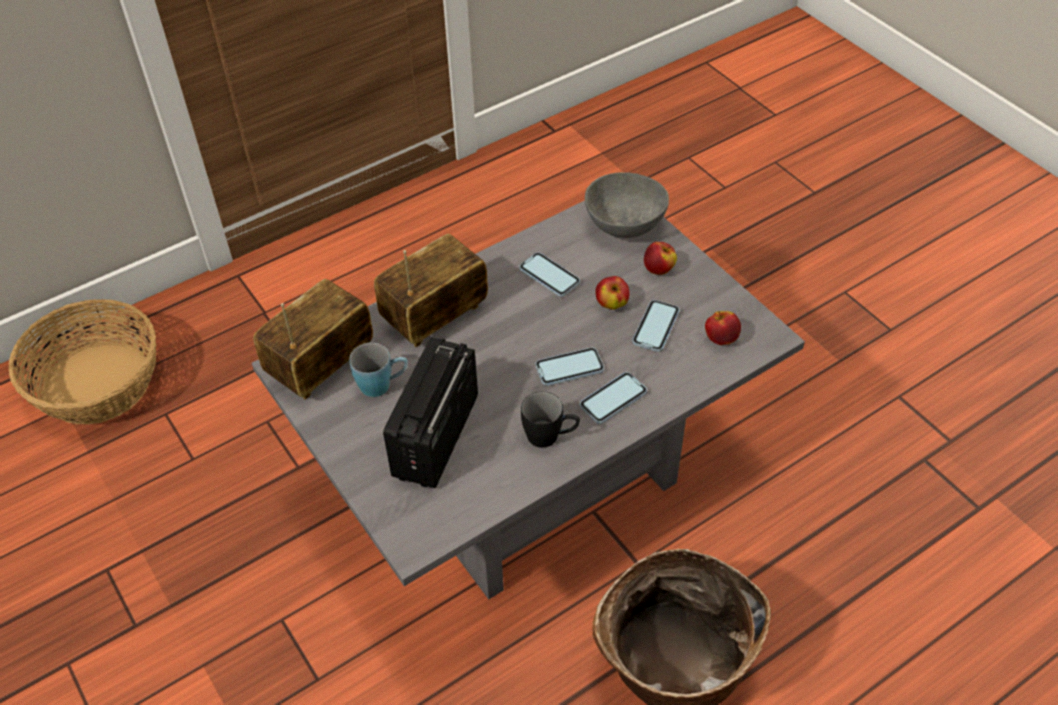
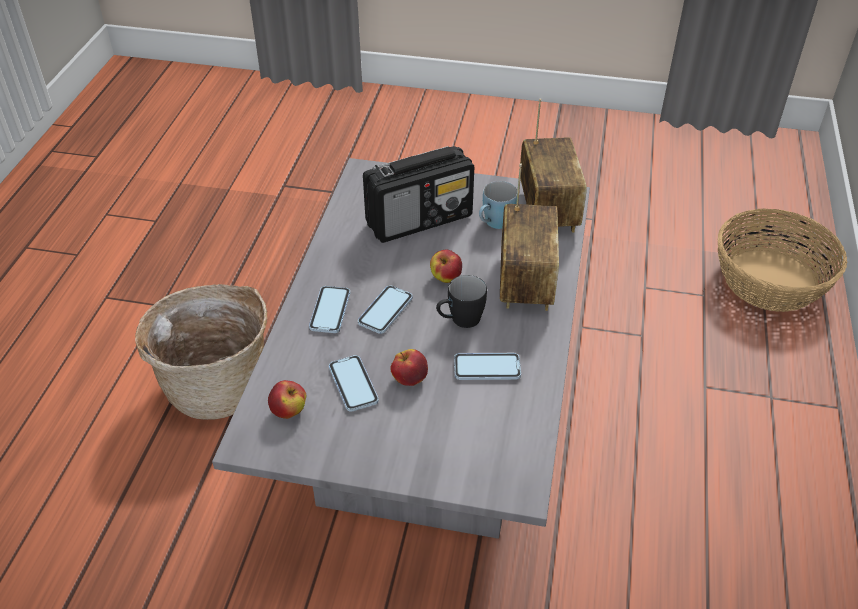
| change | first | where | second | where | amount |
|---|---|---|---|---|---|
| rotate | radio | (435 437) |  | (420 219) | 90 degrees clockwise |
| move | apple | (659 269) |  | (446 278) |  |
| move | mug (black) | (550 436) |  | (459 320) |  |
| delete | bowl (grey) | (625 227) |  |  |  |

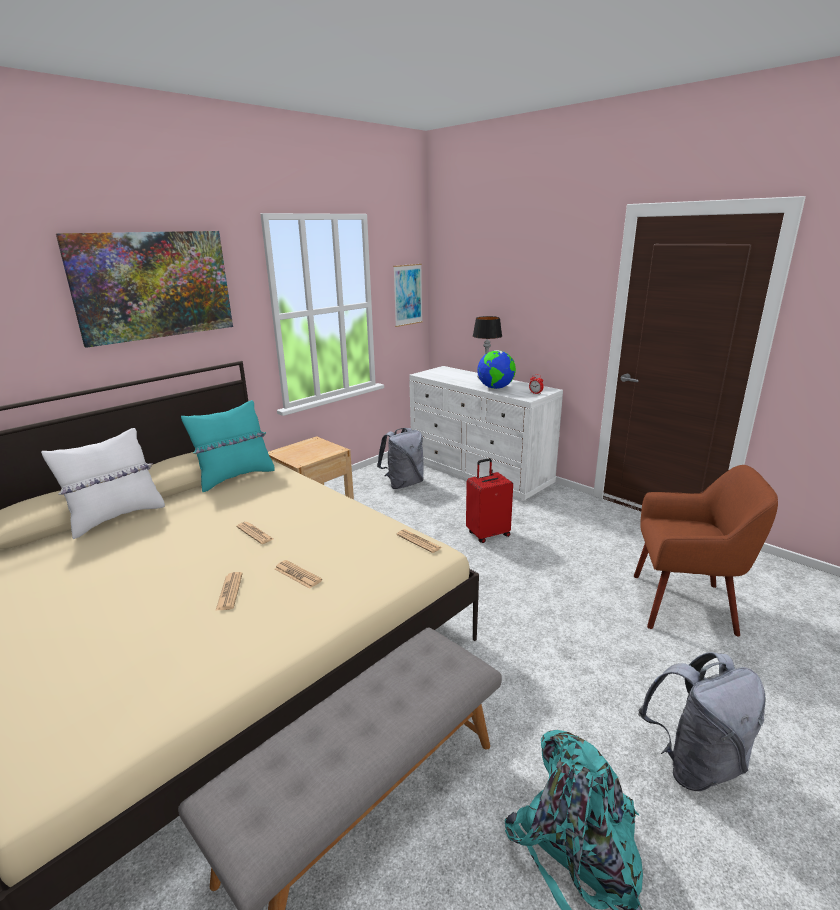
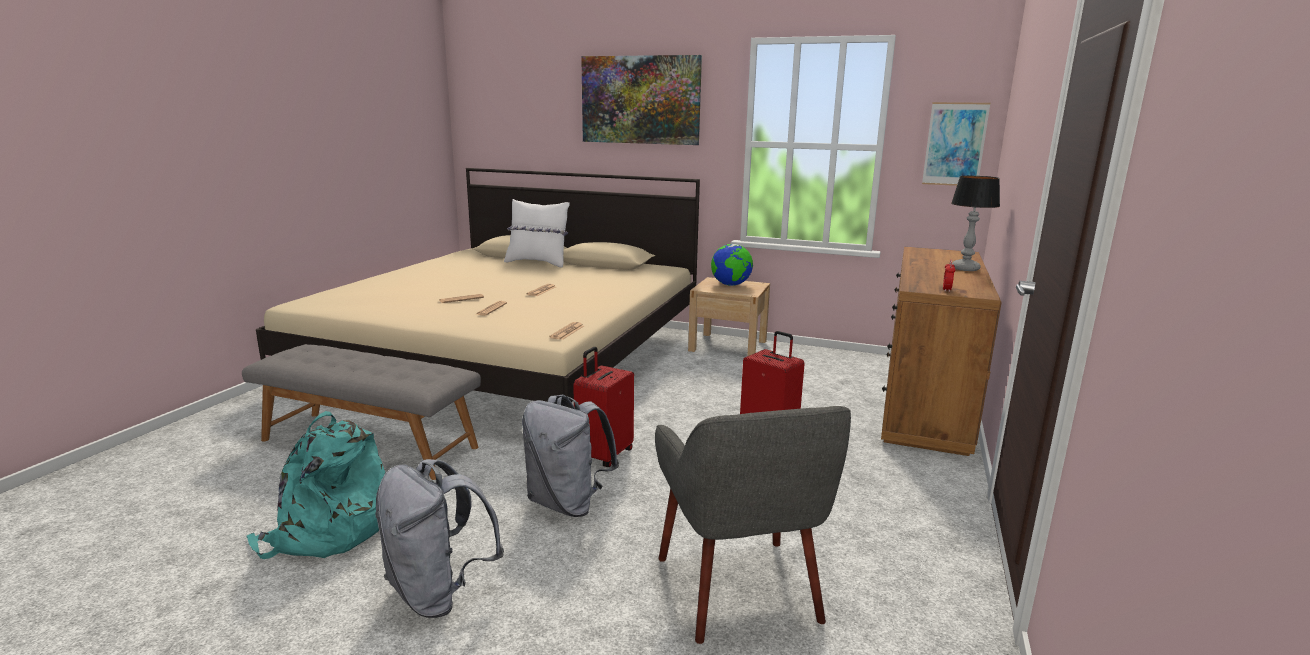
| change | first | where | second | where | amount |
|---|---|---|---|---|---|
| move | backpack (grey) | (403 484) |  | (567 503) |  |
| insert |  |  | suitcase (red) | (604 455) |  |
| recolor | armchair (brown) | (684 604) | armchair (grey) | (739 589) |  |
| move | globe | (495 388) |  | (730 285) |  |
| recolor | dresser (white) | (480 473) | dresser (brown) | (924 406) |  |
| delete | pillow (turquoise) | (235 477) |  |  |  |

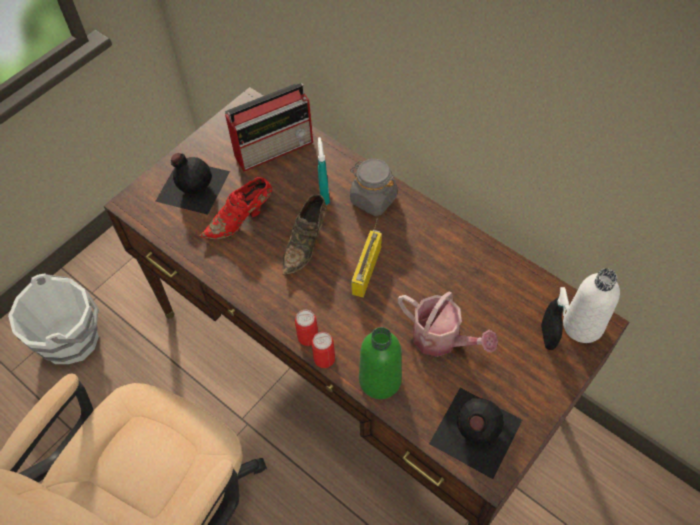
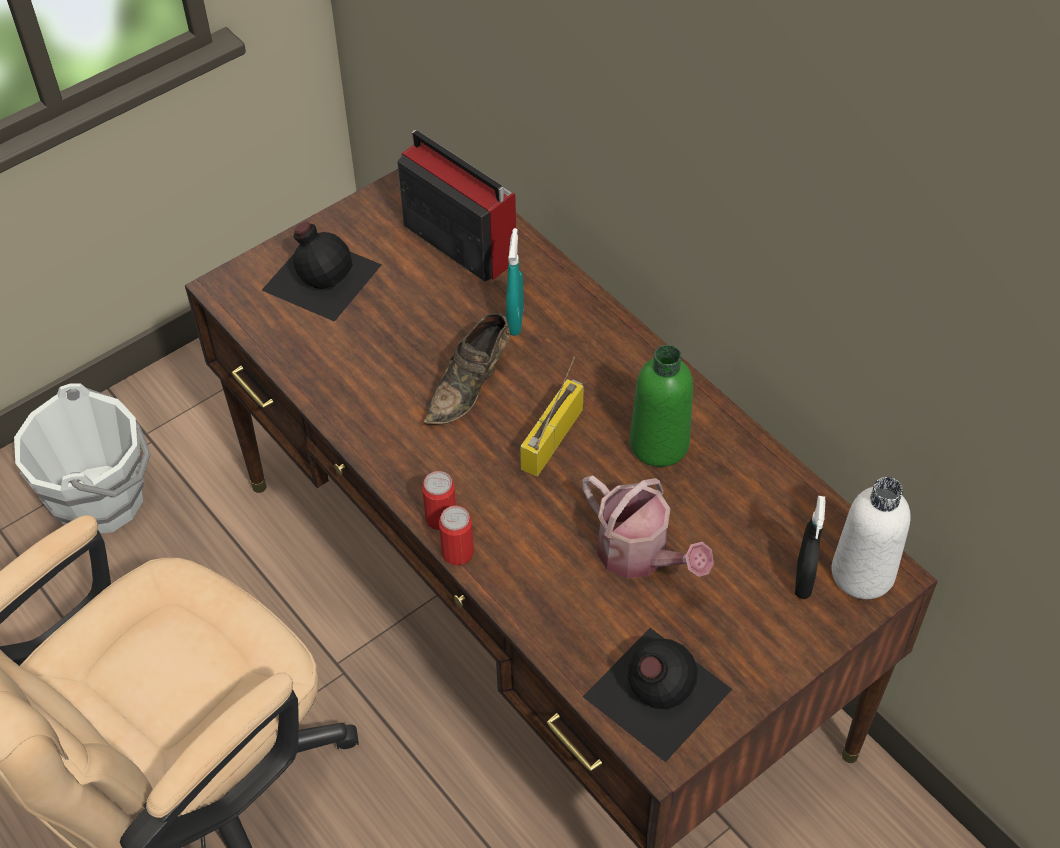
| change | first | where | second | where | amount |
|---|---|---|---|---|---|
| rotate | radio | (275 147) |  | (458 240) | 120 degrees counterclockwise |
| move | bottle (green) | (380 380) |  | (659 444) |  |
| delete | shoe (red) | (241 219) |  |  |  |
| delete | jar (grey) | (373 199) |  |  |  |

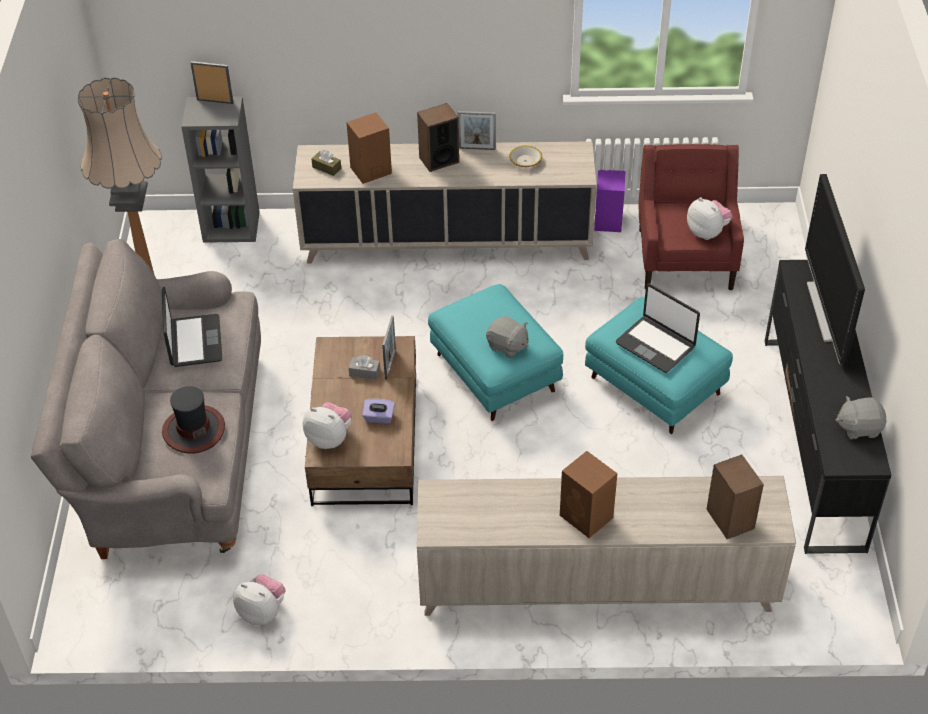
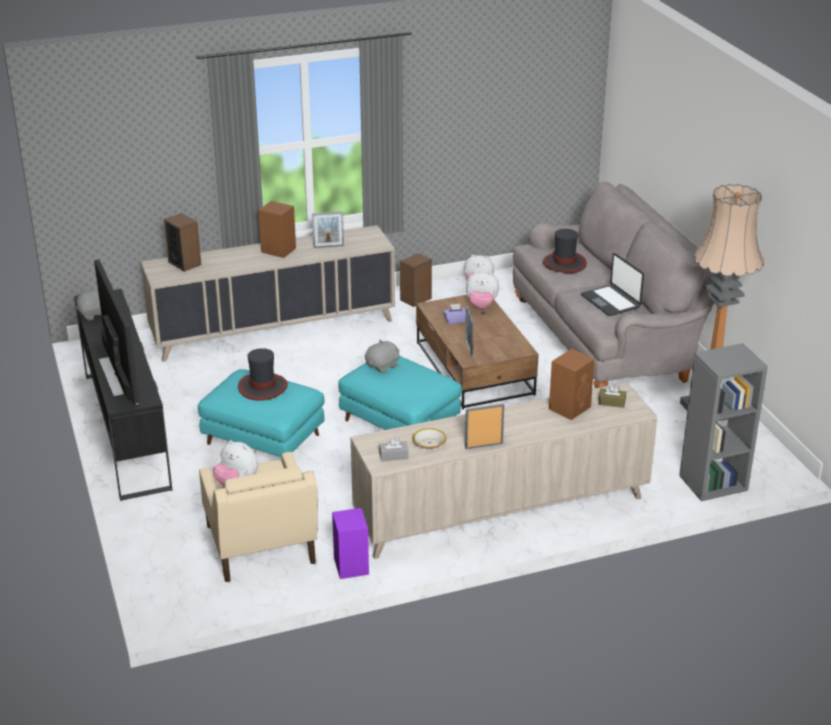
| change | first | where | second | where | amount |
|---|---|---|---|---|---|
| recolor | armchair (red) | (685 257) | armchair (beige) | (260 547) |  |
| replace | laptop | (656 344) | hat | (262 387) |  |
| move | picture frame | (215 101) |  | (328 246) |  |
| rotate | plush toy (grey) | (507 346) |  | (383 366) | 120 degrees clockwise |
| move | tissue box (grey) | (364 372) |  | (393 456) |  |
| move | speaker | (438 160) |  | (416 299) |  |

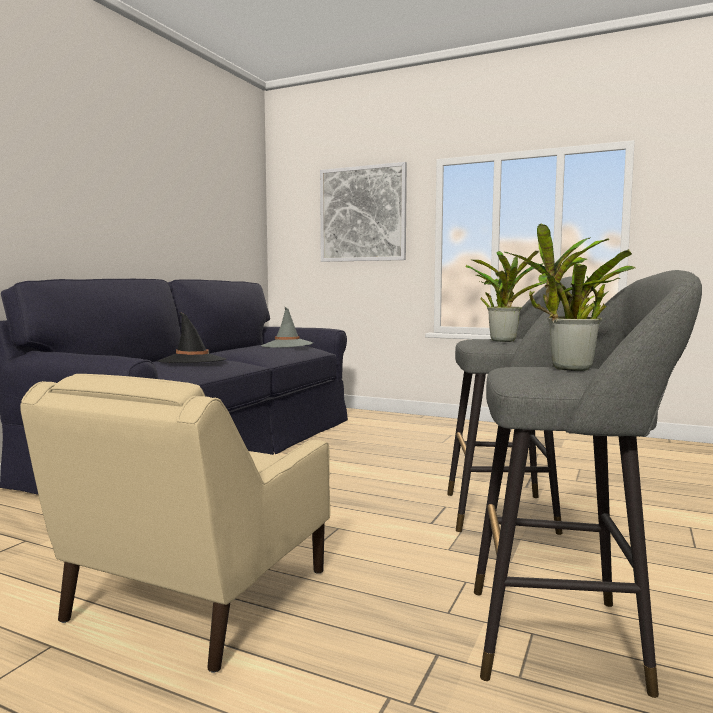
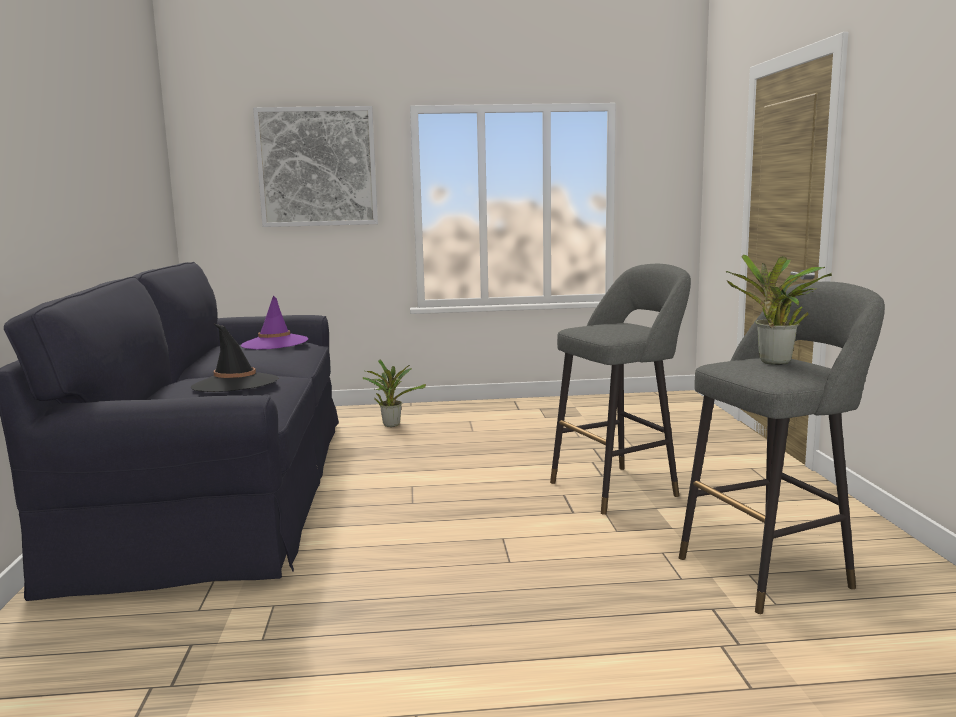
| change | first | where | second | where | amount |
|---|---|---|---|---|---|
| recolor | hat (grey) | (287 345) | hat (purple) | (275 343) |  |
| move | potted plant | (503 340) |  | (391 424) |  |
| delete | armchair (beige) | (197 598) |  |  |  |

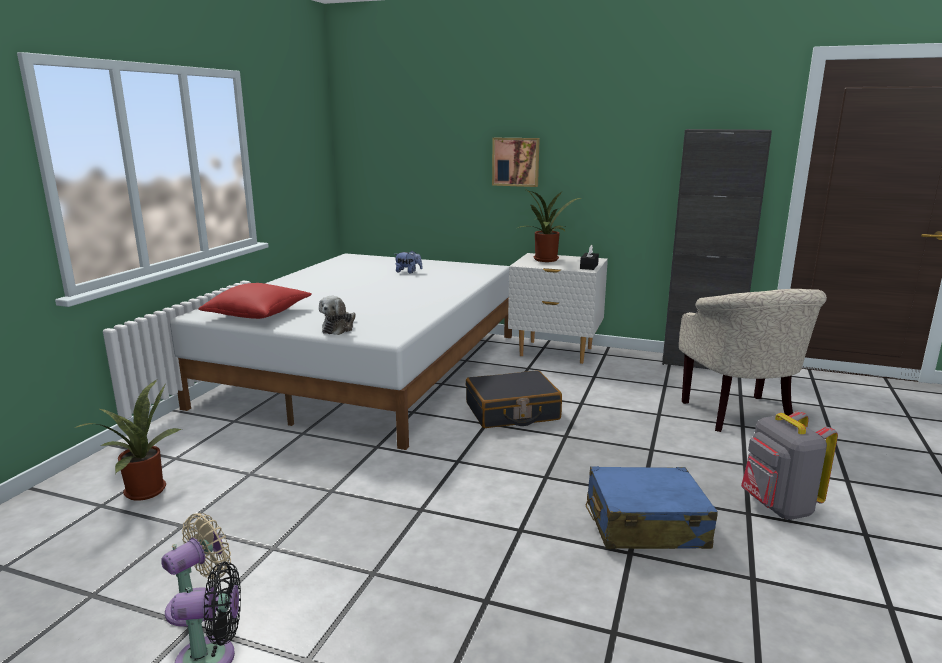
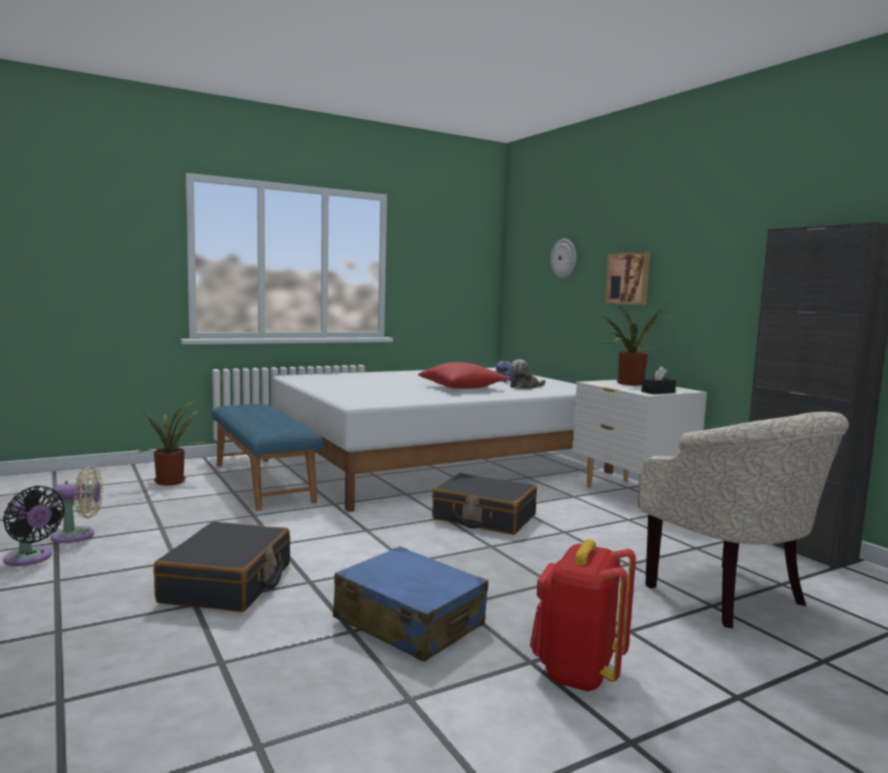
| change | first | where | second | where | amount |
|---|---|---|---|---|---|
| insert |  |  | suitcase (black) | (228 583) |  |
| insert |  |  | bench (blue) | (264 482) |  |
| move | pillow (red) | (258 314) |  | (462 388) |  |
| move | plush toy | (339 328) |  | (525 387) |  |
| recolor | backpack (grey) | (777 507) | backpack (red) | (577 673) |  |
| insert |  |  | wall clock | (564 258) |  |
| rotate | armchair (beige) | (740 416) |  | (733 598) | 60 degrees counterclockwise |

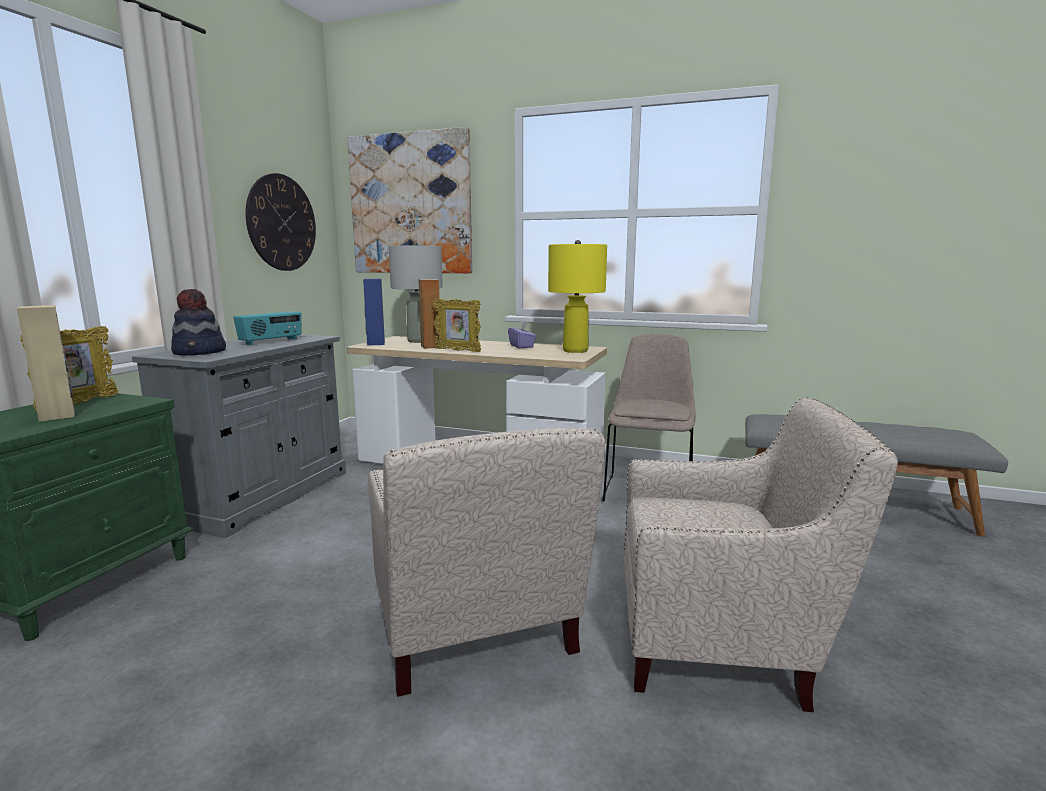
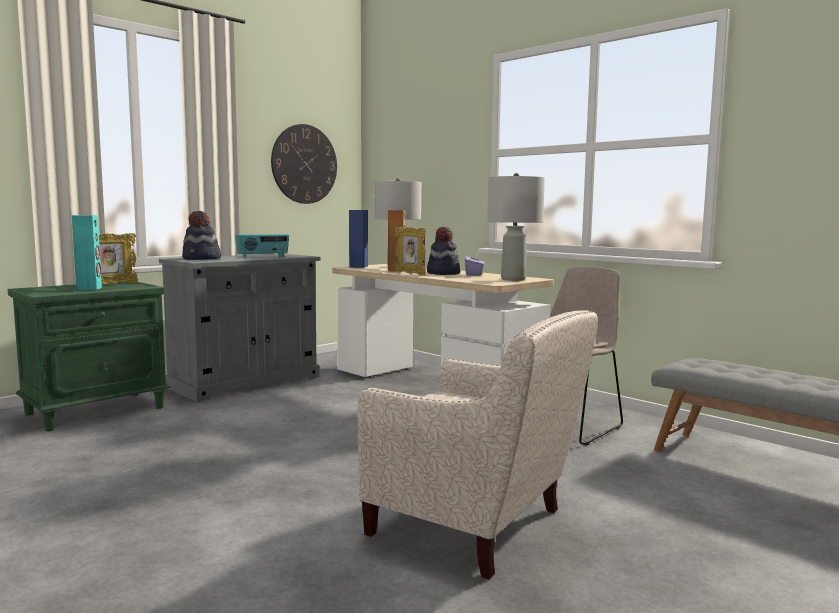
| change | first | where | second | where | amount |
|---|---|---|---|---|---|
| recolor | speaker (beige) | (58 415) | speaker (turquoise) | (89 288) |  |
| insert |  |  | hat | (443 273) |  |
| recolor | table lamp (yellow) | (575 351) | table lamp (grey) | (512 279) |  |
| delete | picture | (411 204) |  |  |  |
| delete | armchair (beige) | (474 637) |  |  |  |

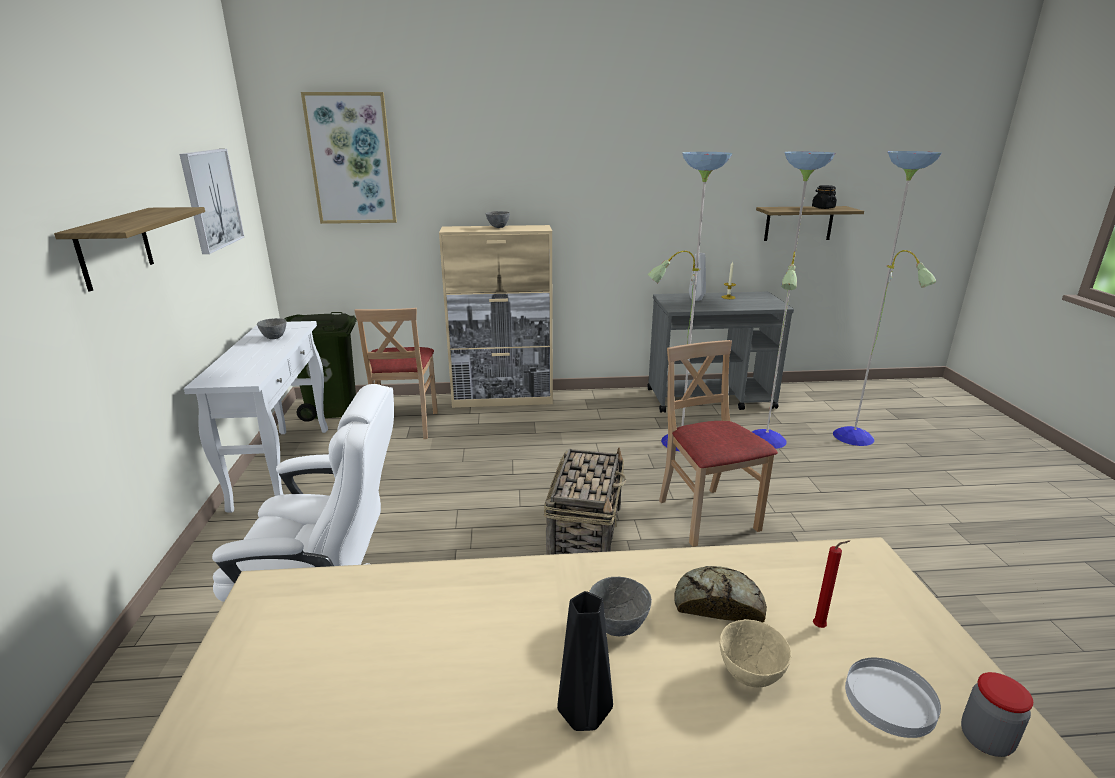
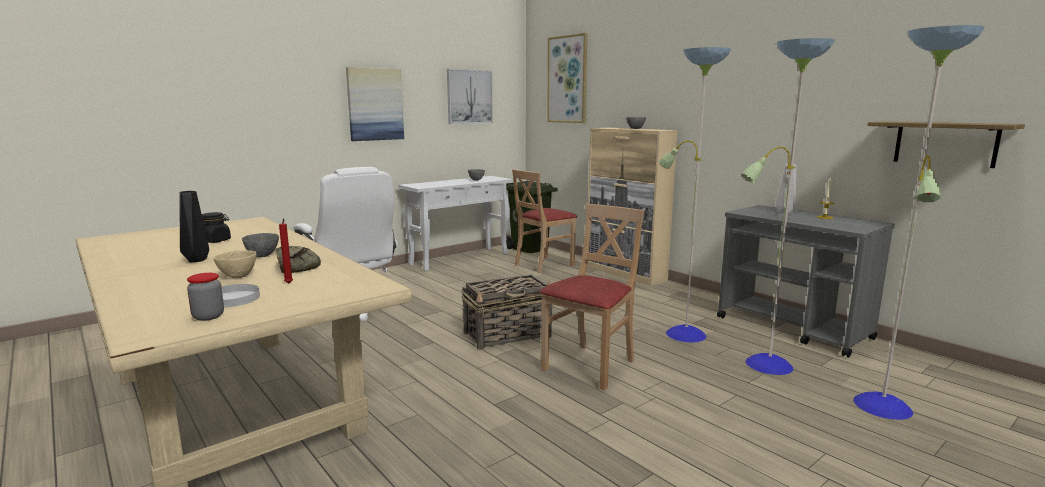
| change | first | where | second | where | amount |
|---|---|---|---|---|---|
| move | jar (black) | (823 208) |  | (215 241) |  |
| replace | shelf | (114 248) | picture | (375 104) |  |

